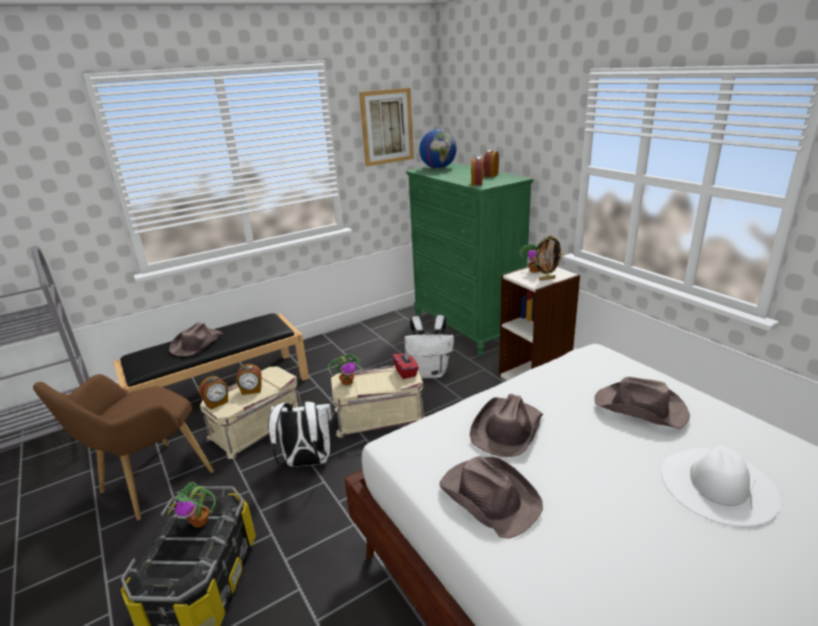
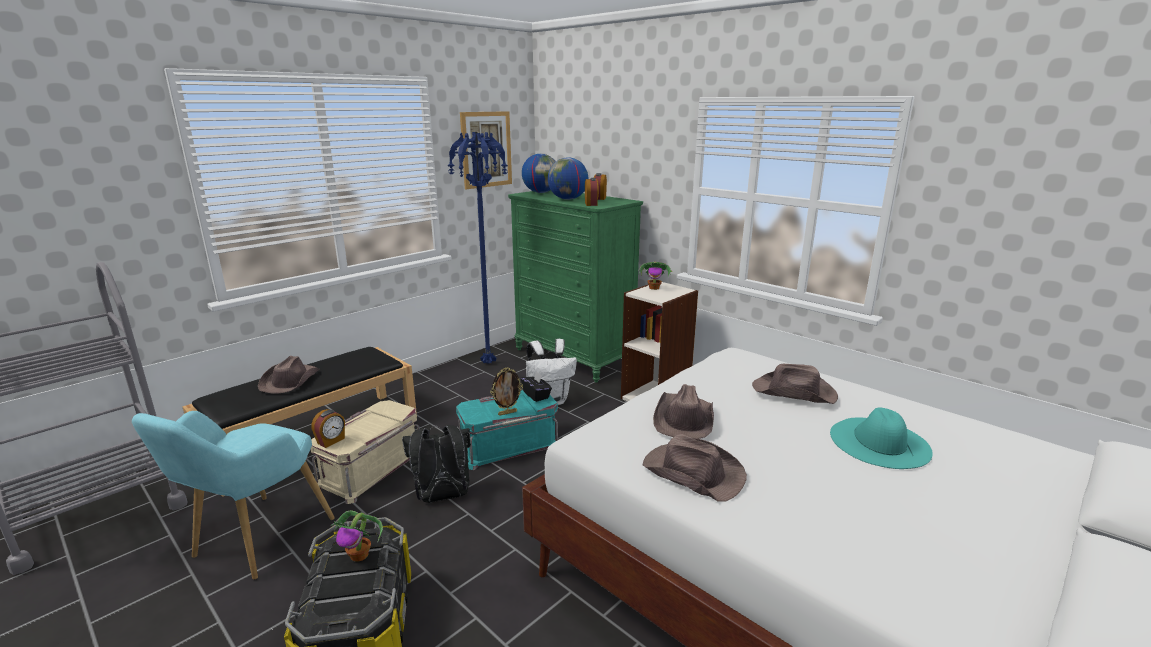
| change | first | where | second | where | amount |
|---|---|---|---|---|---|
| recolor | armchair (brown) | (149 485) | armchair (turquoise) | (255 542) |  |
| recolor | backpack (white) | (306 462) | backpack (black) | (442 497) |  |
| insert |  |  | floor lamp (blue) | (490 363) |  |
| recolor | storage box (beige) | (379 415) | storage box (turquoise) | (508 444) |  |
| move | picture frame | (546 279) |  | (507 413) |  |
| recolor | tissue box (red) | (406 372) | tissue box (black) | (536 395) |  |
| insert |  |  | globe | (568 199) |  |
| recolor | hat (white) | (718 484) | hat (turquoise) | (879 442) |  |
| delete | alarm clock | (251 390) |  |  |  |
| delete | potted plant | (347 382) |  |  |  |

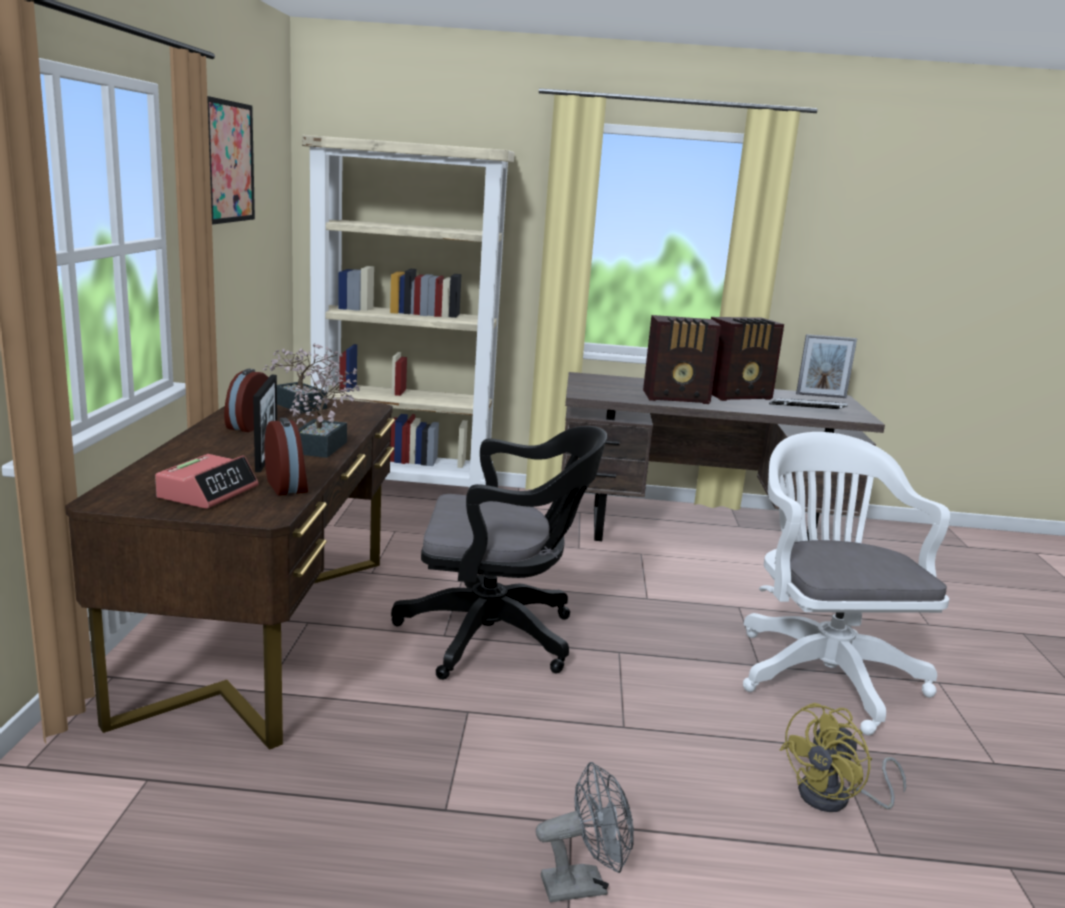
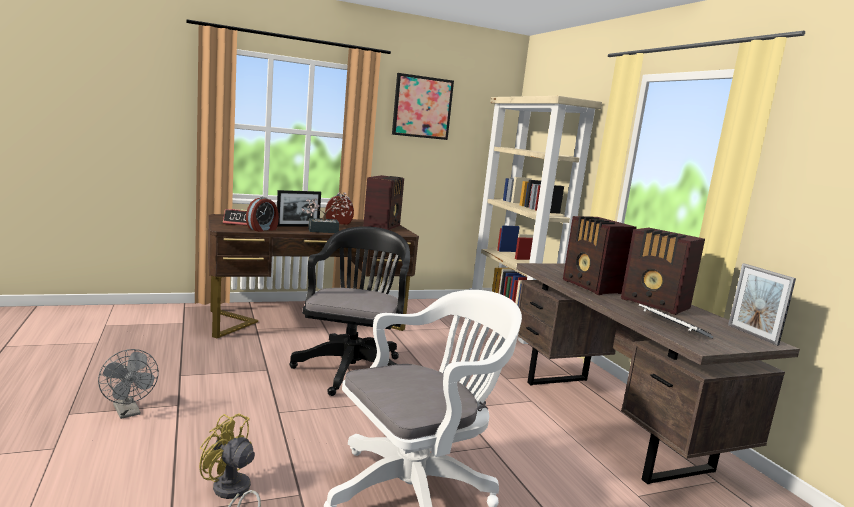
| change | first | where | second | where | amount |
|---|---|---|---|---|---|
| rotate | office chair (black) | (497 636) |  | (352 368) | 150 degrees counterclockwise |
| replace | potted plant | (303 407) | radio | (383 226) |  |

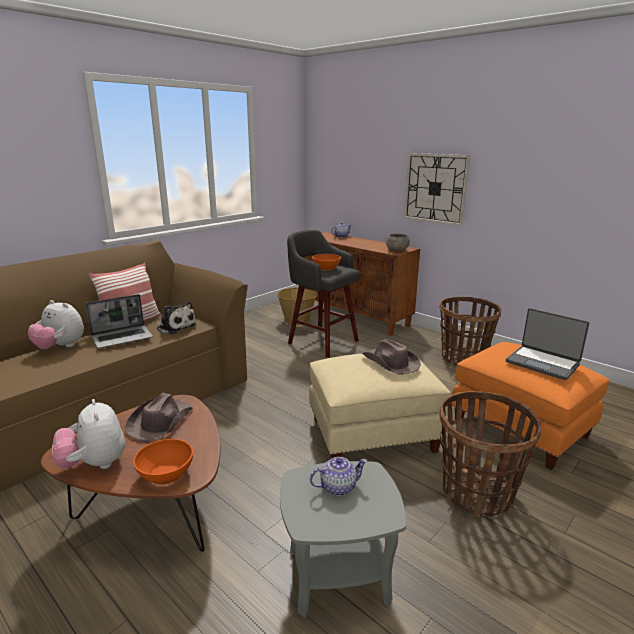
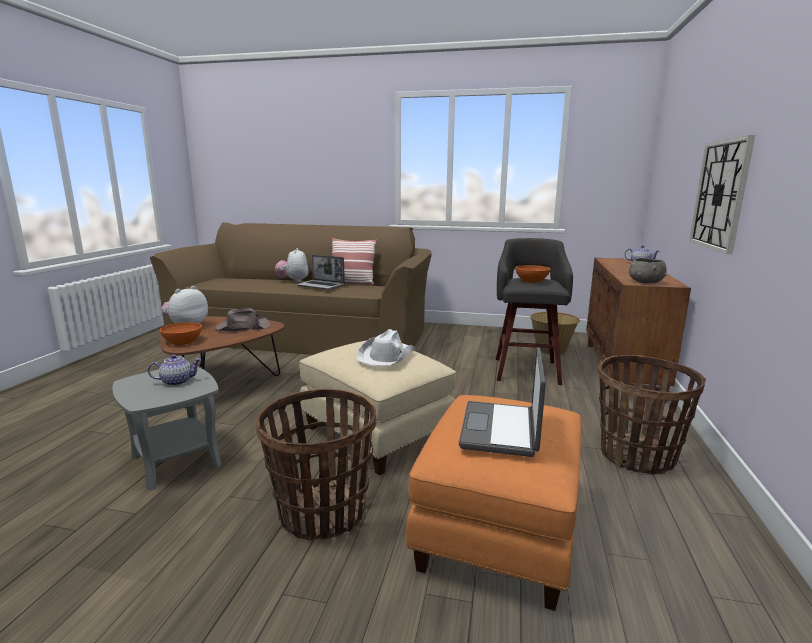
| change | first | where | second | where | amount |
|---|---|---|---|---|---|
| rotate | teapot | (337 487) |  | (176 381) | 60 degrees counterclockwise |
| recolor | hat (brown) | (390 363) | hat (white) | (386 356) |  |
| delete | plush toy | (175 327) |  |  |  |

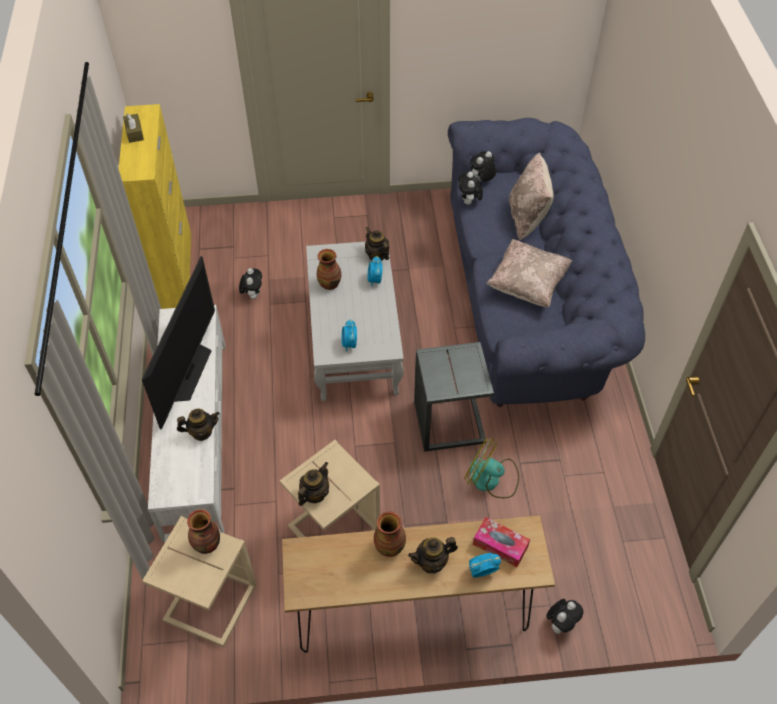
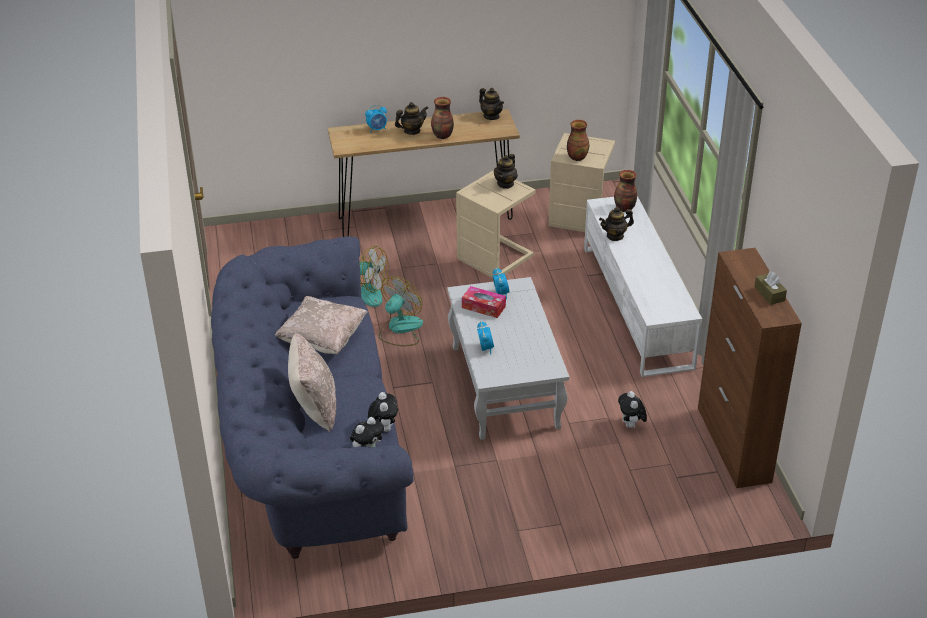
| change | first | where | second | where | amount |
|---|---|---|---|---|---|
| replace | side table (grey) | (451 423) | fan | (400 329) |  |
| move | tissue box | (500 545) |  | (483 307) |  |
| move | teapot | (377 255) |  | (491 116) |  |
| move | vase | (330 284) |  | (624 208) |  |
| recolor | cabinet (yellow) | (175 270) | cabinet (brown) | (733 445) |  |
| delete | television | (188 372) |  |  |  |
| delete | plush toy | (561 623) |  |  |  |

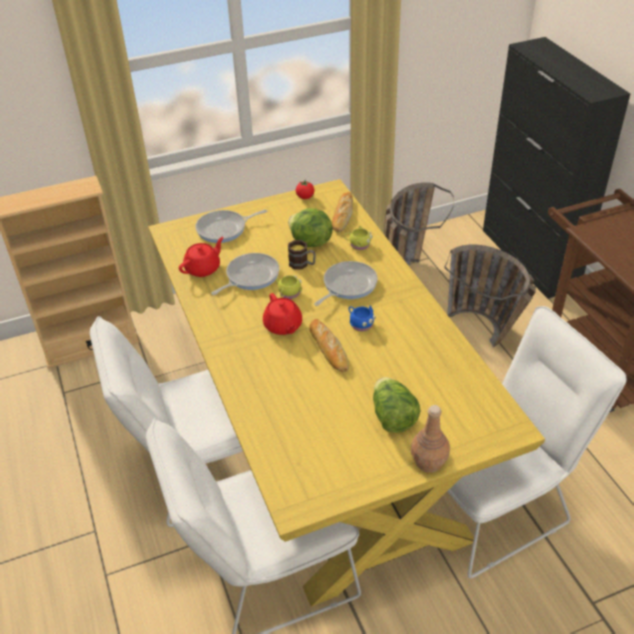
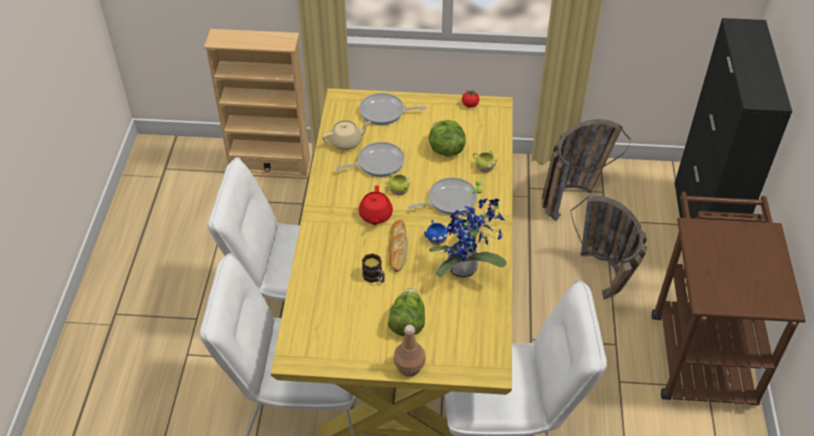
| change | first | where | second | where | amount |
|---|---|---|---|---|---|
| recolor | teapot (red) | (203 268) | teapot (beige) | (346 142) |  |
| move | mug | (302 264) |  | (375 277) |  |
| insert |  |  | potted plant | (466 269) |  |
| delete | bread | (342 215) |  |  |  |

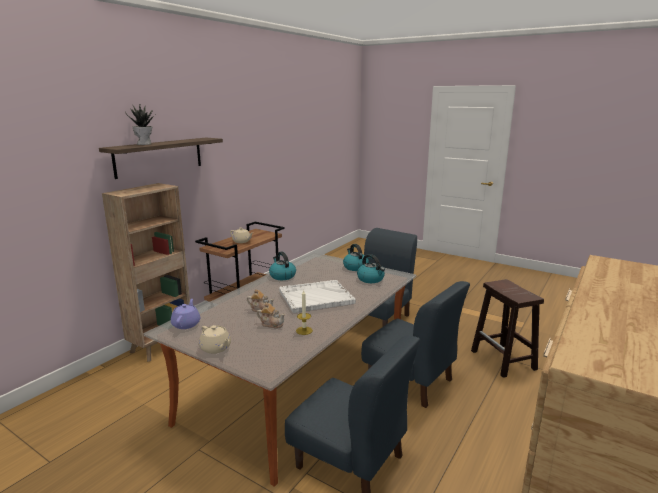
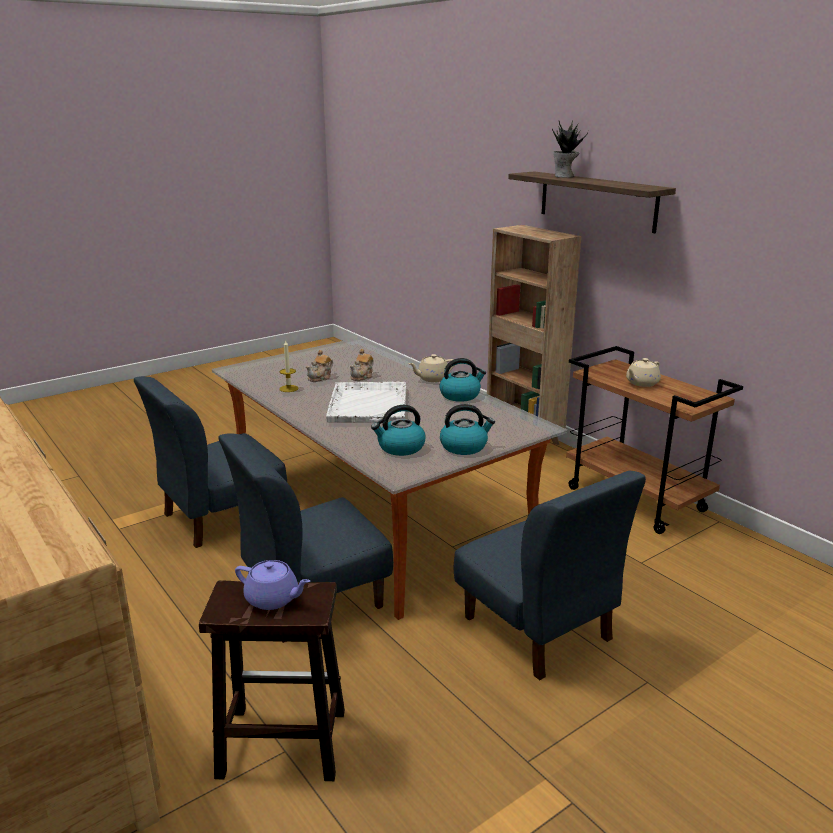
| change | first | where | second | where | amount |
|---|---|---|---|---|---|
| move | teapot (purple) | (186 324) |  | (273 599) |  |
| move | teapot (beige) | (216 348) |  | (432 378) |  |

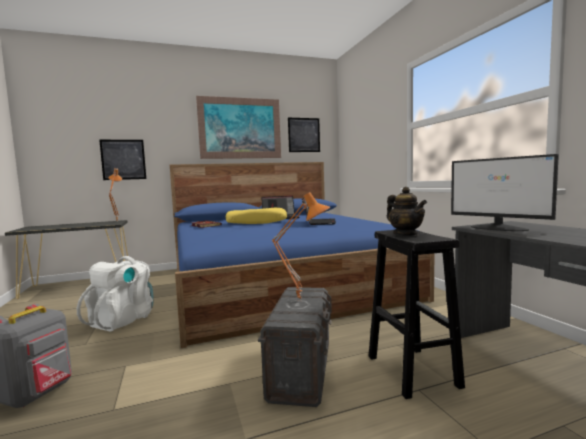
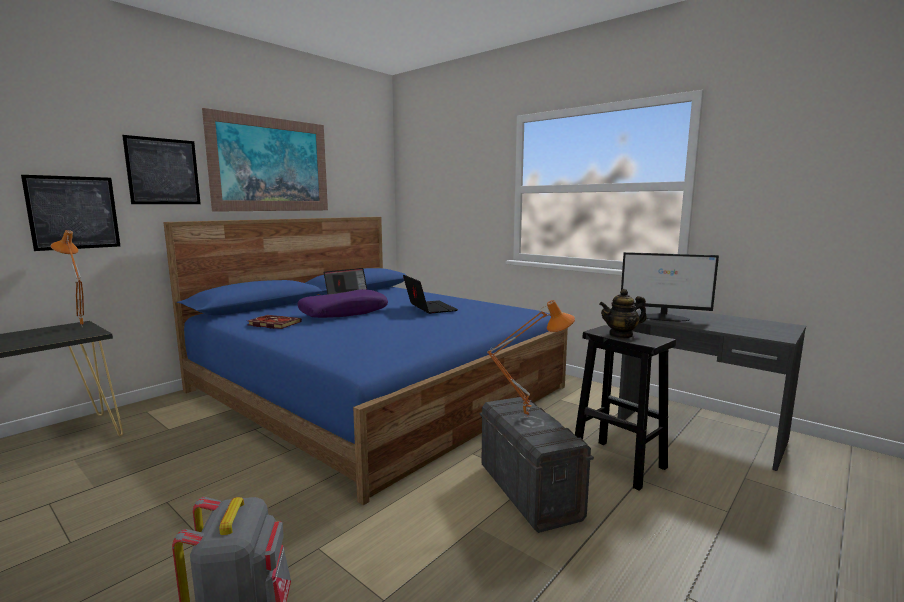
| change | first | where | second | where | amount |
|---|---|---|---|---|---|
| move | picture | (304 135) |  | (163 171) |  |
| recolor | pillow (yellow) | (256 222) | pillow (purple) | (344 313) |  |
| rotate | teapot | (405 234) |  | (621 335) | 135 degrees clockwise |
| delete | backpack (white) | (123 320) |  |  |  |

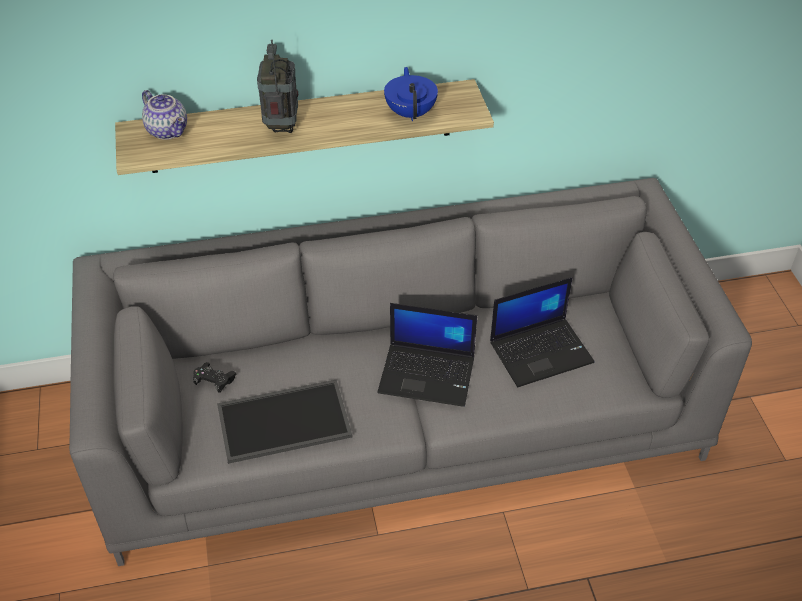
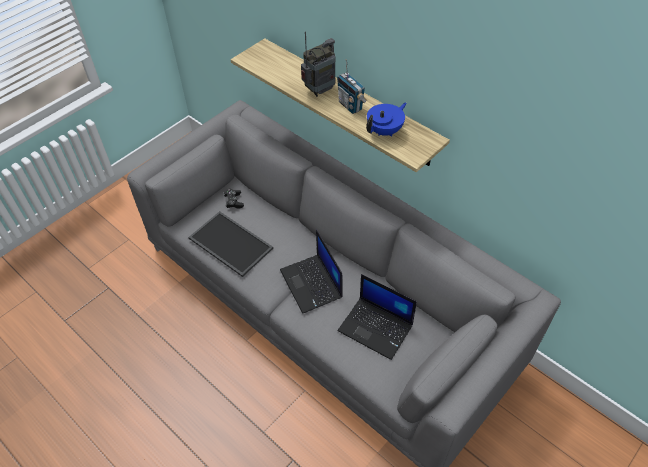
| change | first | where | second | where | amount |
|---|---|---|---|---|---|
| insert |  |  | radio | (350 106) |  |
| delete | teapot | (168 131) |  |  |  |

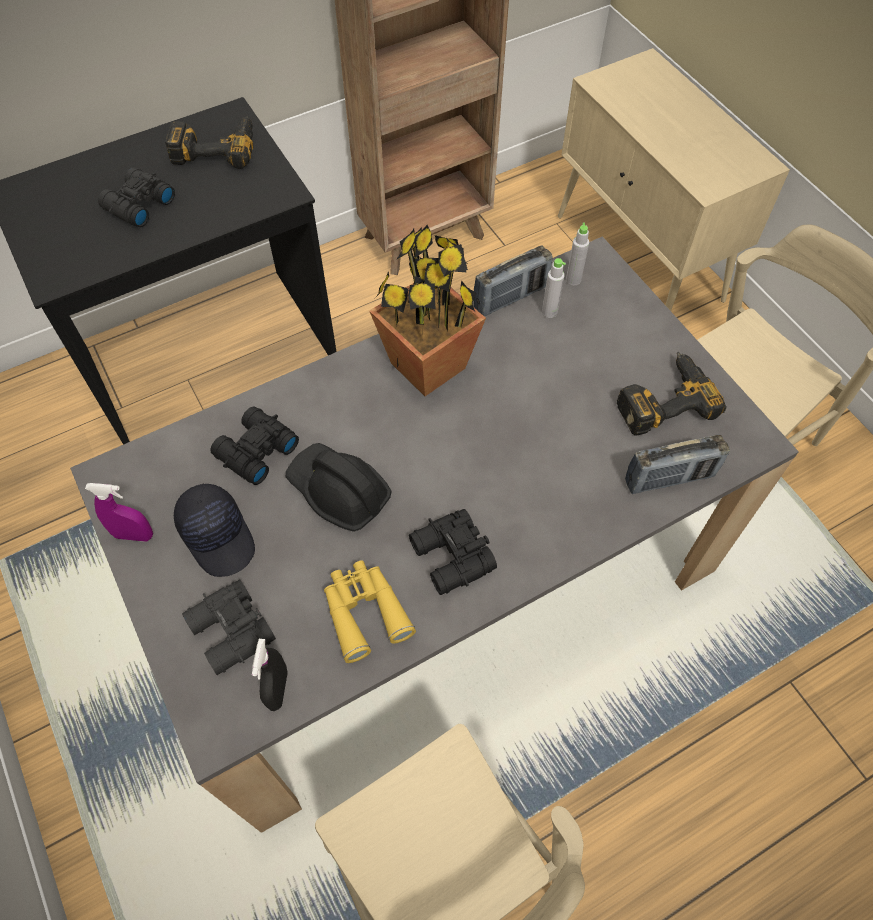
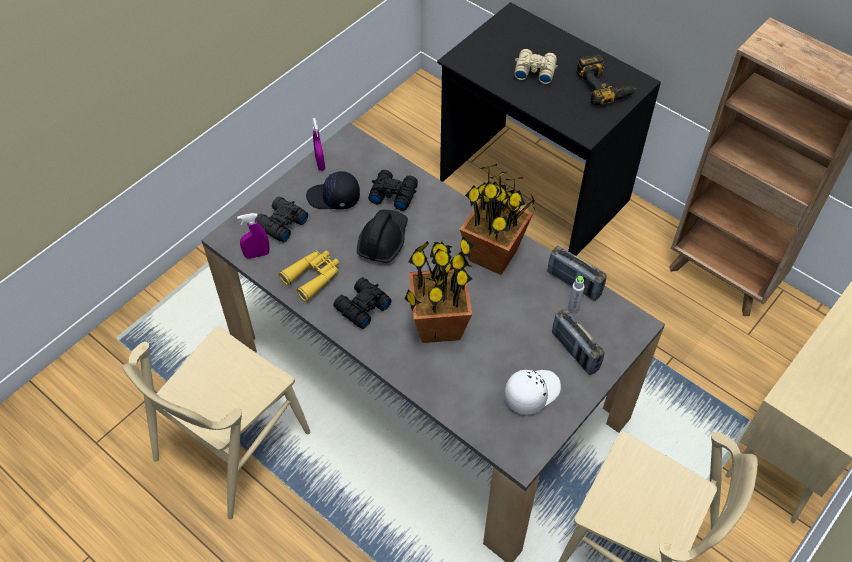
| change | first | where | second | where | amount |
|---|---|---|---|---|---|
| recolor | spray bottle (black) | (278 689) | spray bottle (purple) | (257 254) |  |
| rotate | cap (black) | (219 535) |  | (334 198) | 60 degrees clockwise |
| insert |  |  | potted plant | (438 325) |  |
| replace | power drill | (662 398) | cap (white) | (531 393) |  |
| recolor | binoculars (black) | (137 205) | binoculars (beige) | (534 70) |  |
| move | radio | (669 478) |  | (575 351) |  |
| delete | bottle (grey) | (573 279) |  |  |  |

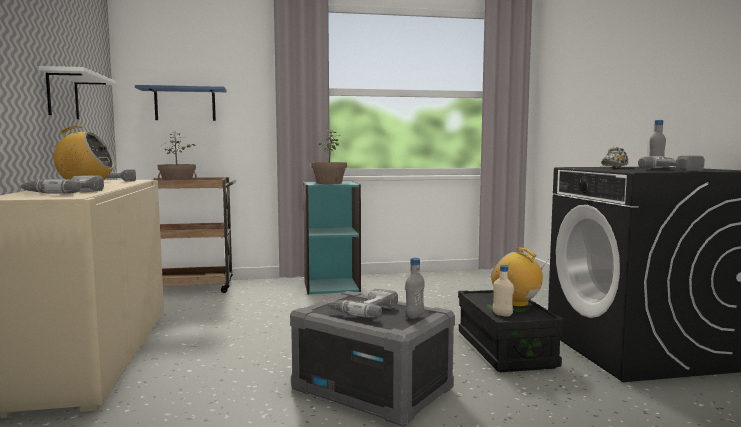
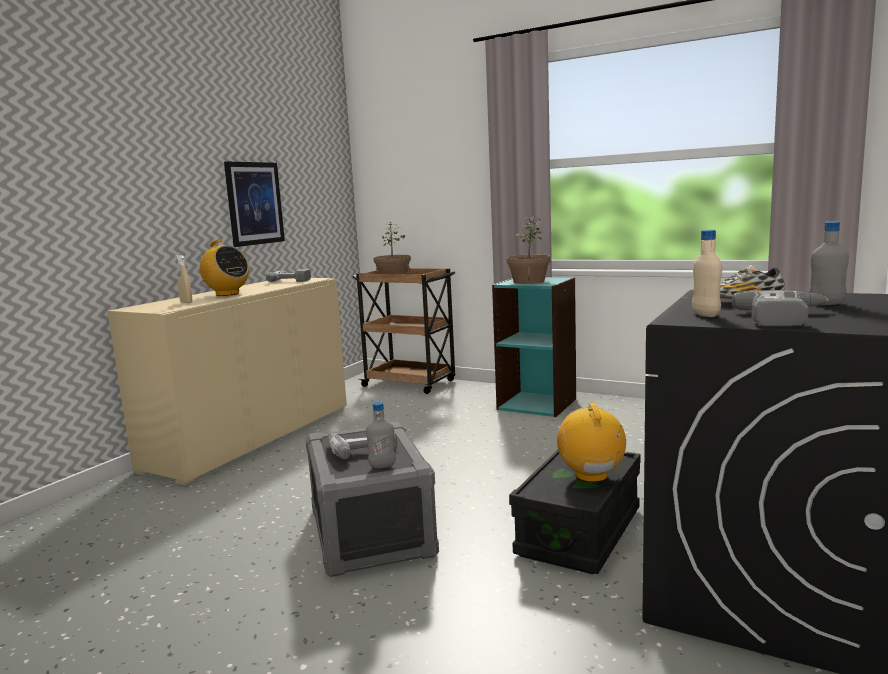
| change | first | where | second | where | amount |
|---|---|---|---|---|---|
| replace | power drill | (64 192) | spray bottle (beige) | (186 302) |  |
| replace | shelf (white) | (62 95) | picture | (254 203) |  |
| move | bottle (beige) | (502 315) |  | (705 315) |  |
| delete | shelf (blue) | (185 104) |  |  |  |

